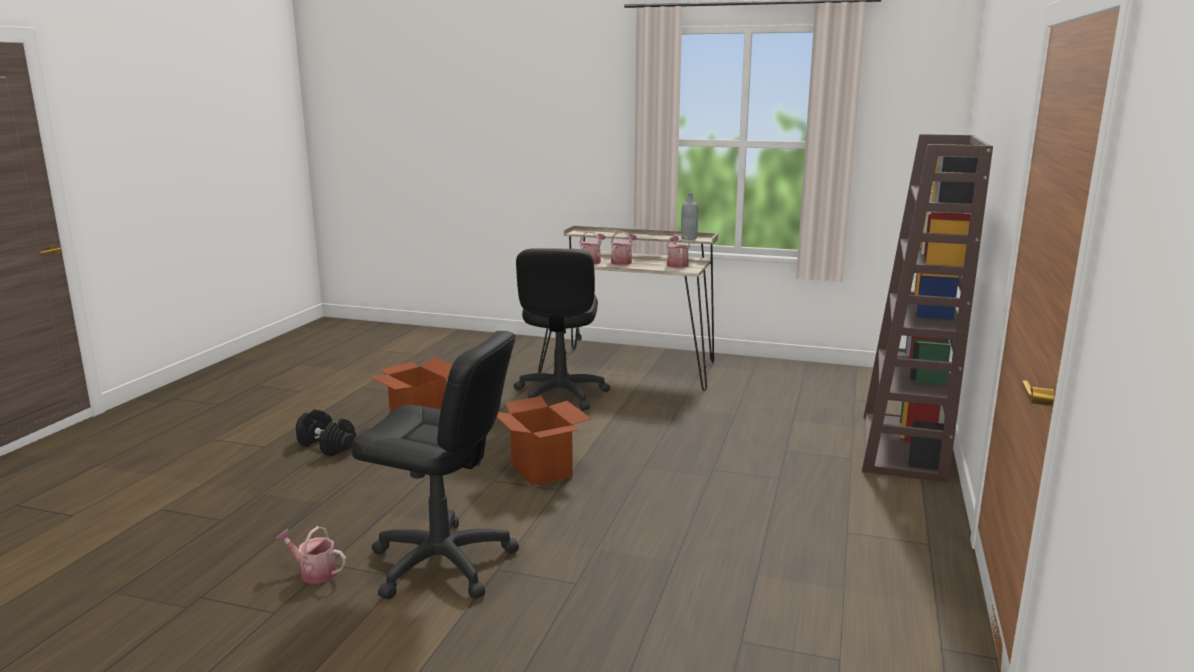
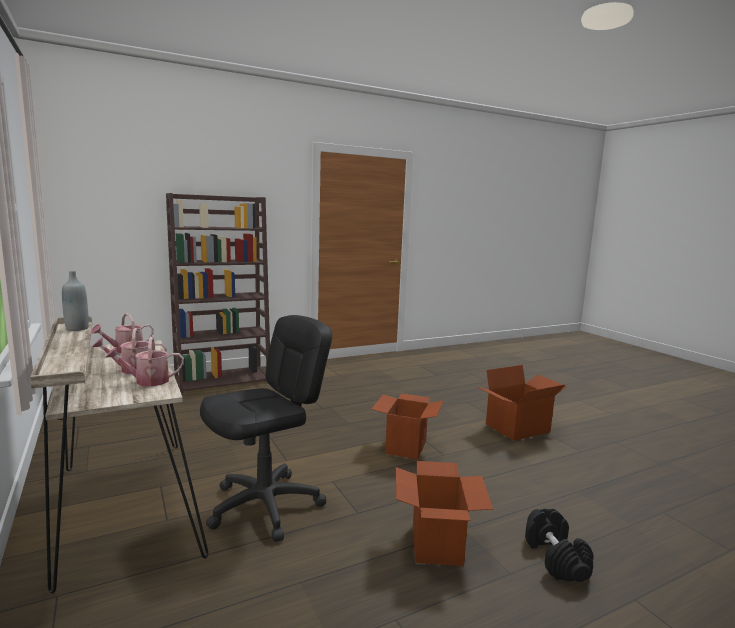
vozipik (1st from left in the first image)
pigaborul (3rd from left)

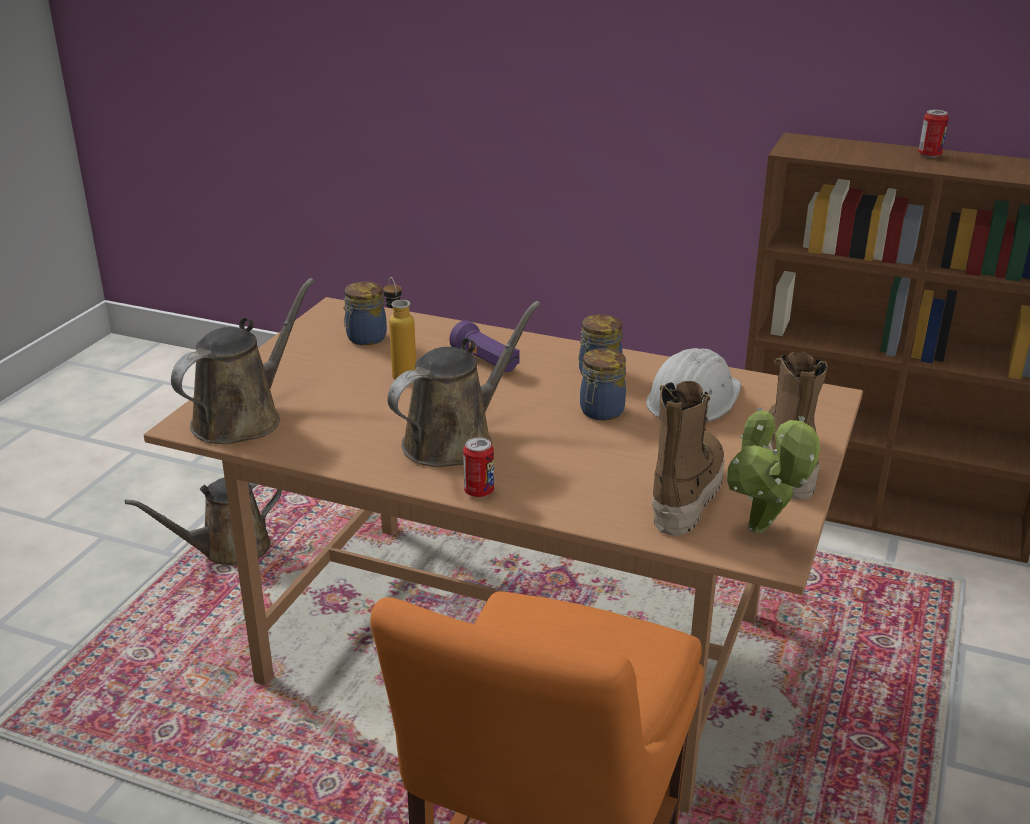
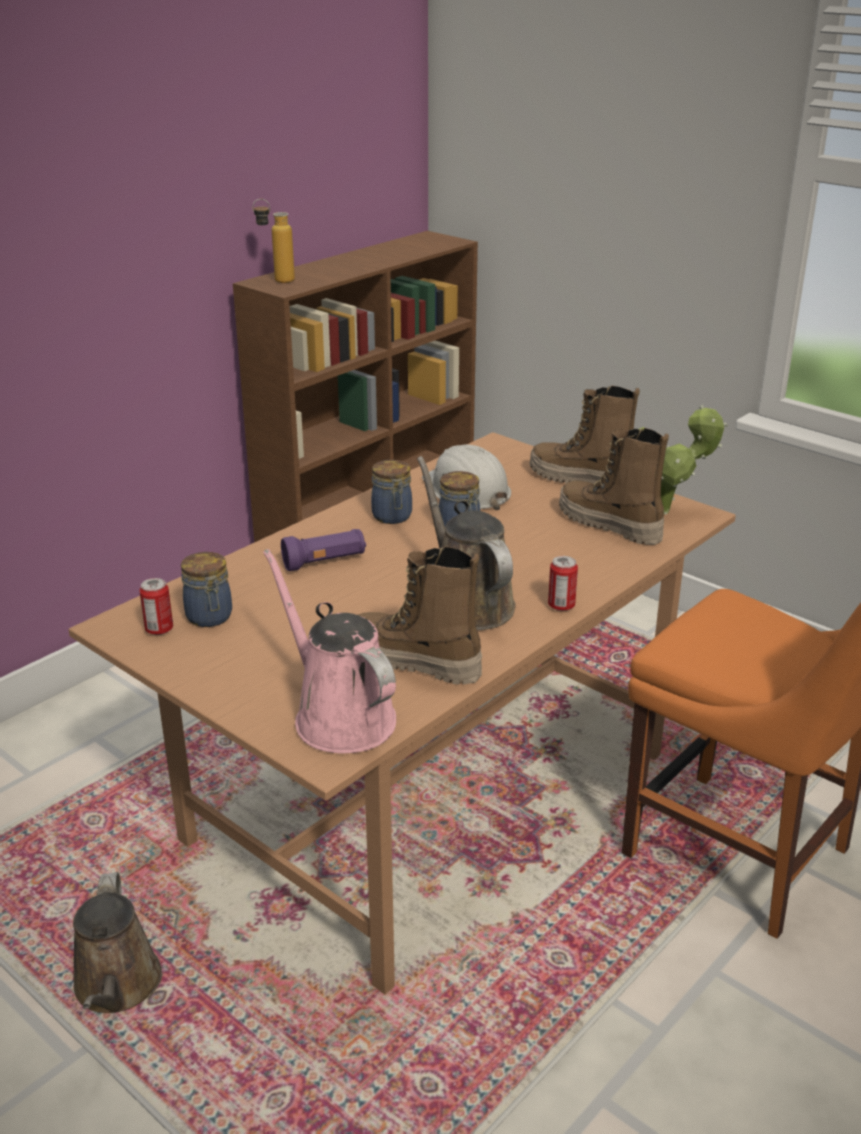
vozipik (pink)
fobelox
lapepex (1st from left)
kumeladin (1st from left)

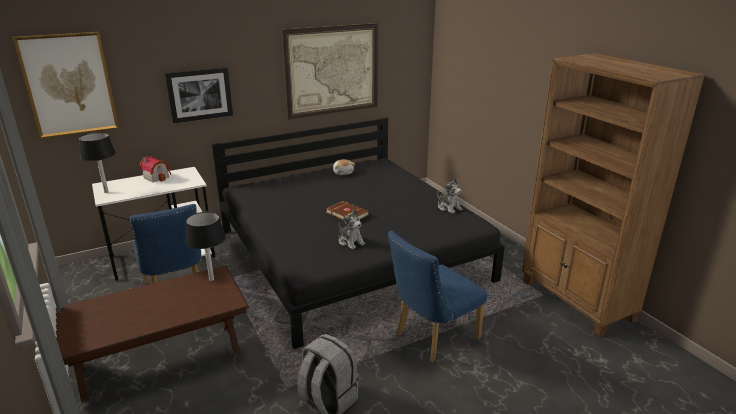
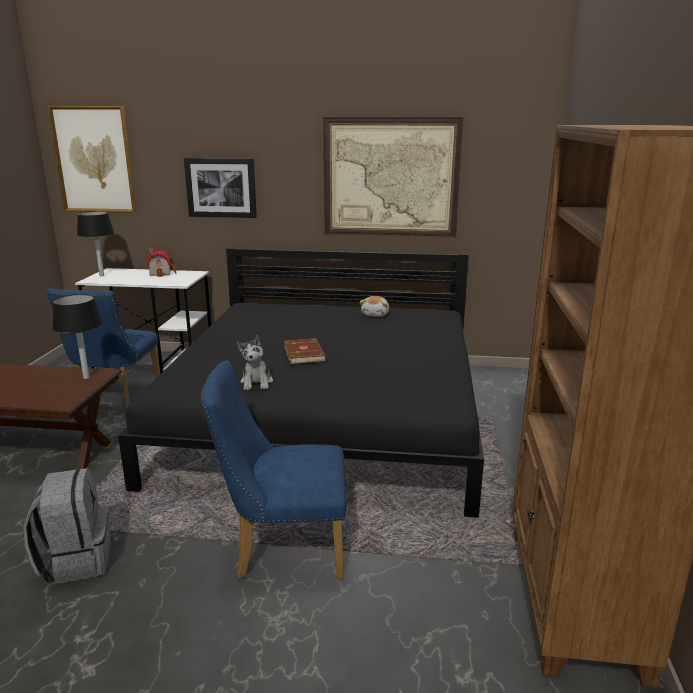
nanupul (3rd from left in the first image)

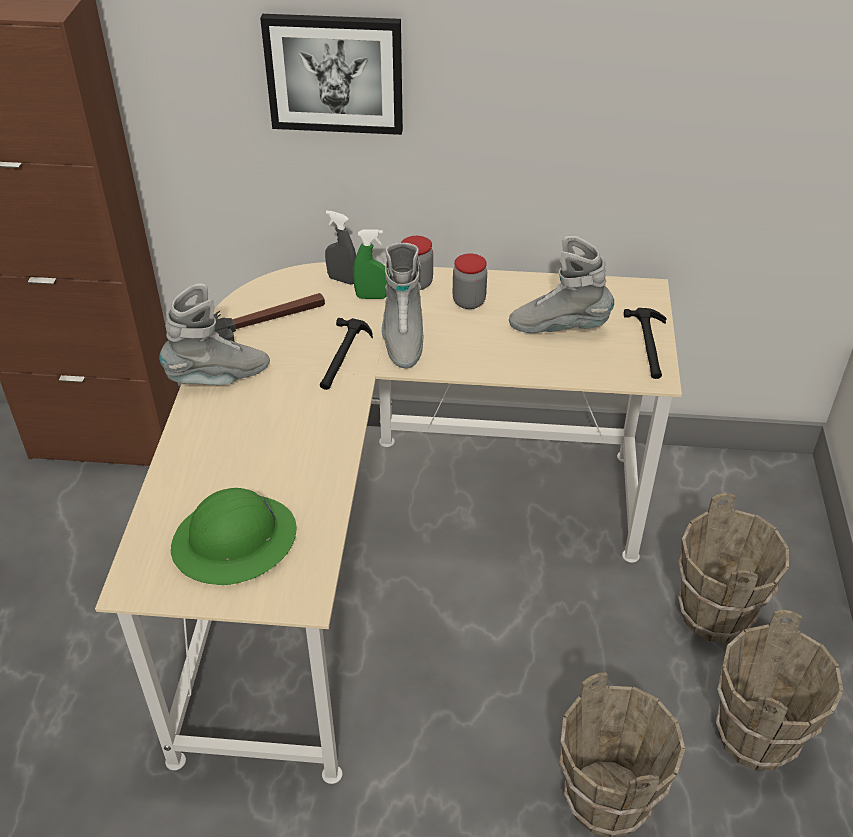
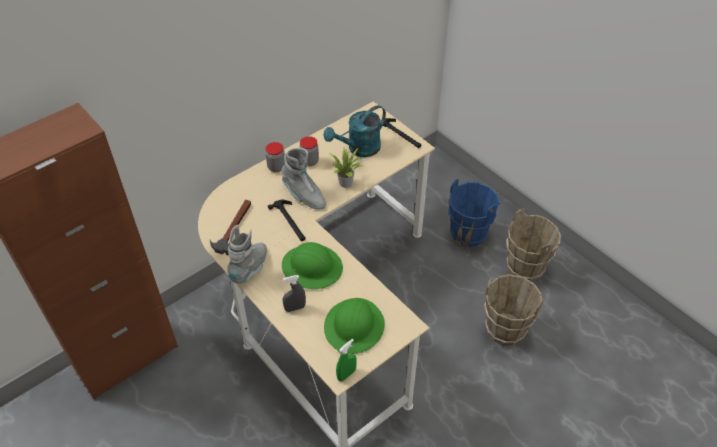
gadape
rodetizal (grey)
rodetizal (green)
vozipik (turquoise)
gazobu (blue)
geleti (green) (1st from left)
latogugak

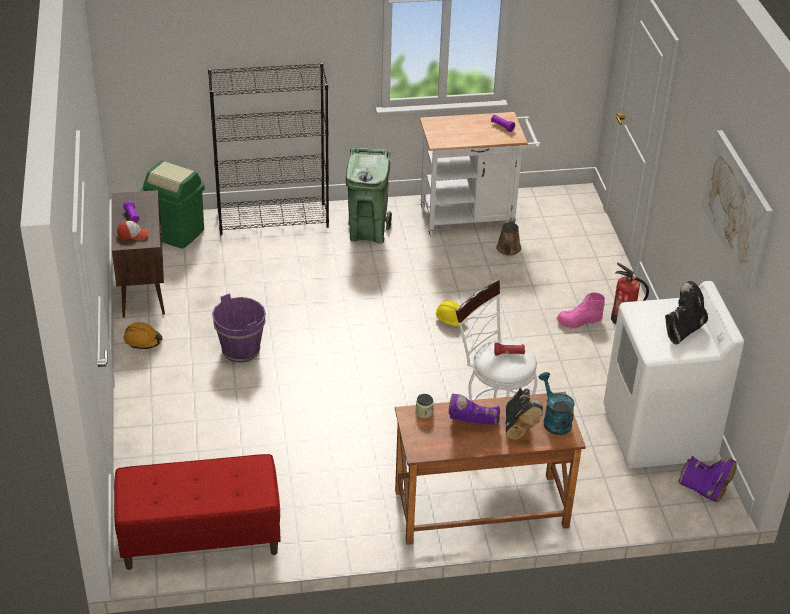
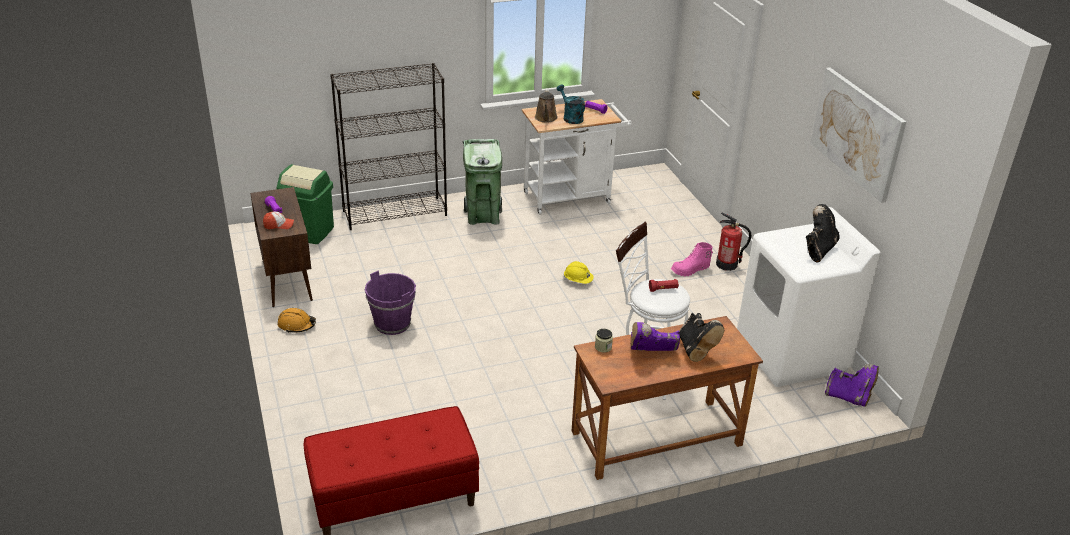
vozipik (brown)
vozipik (turquoise)

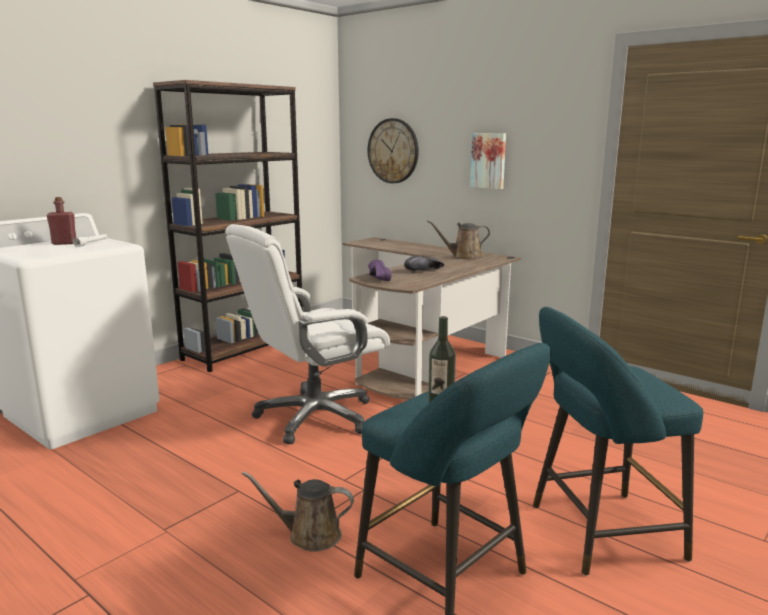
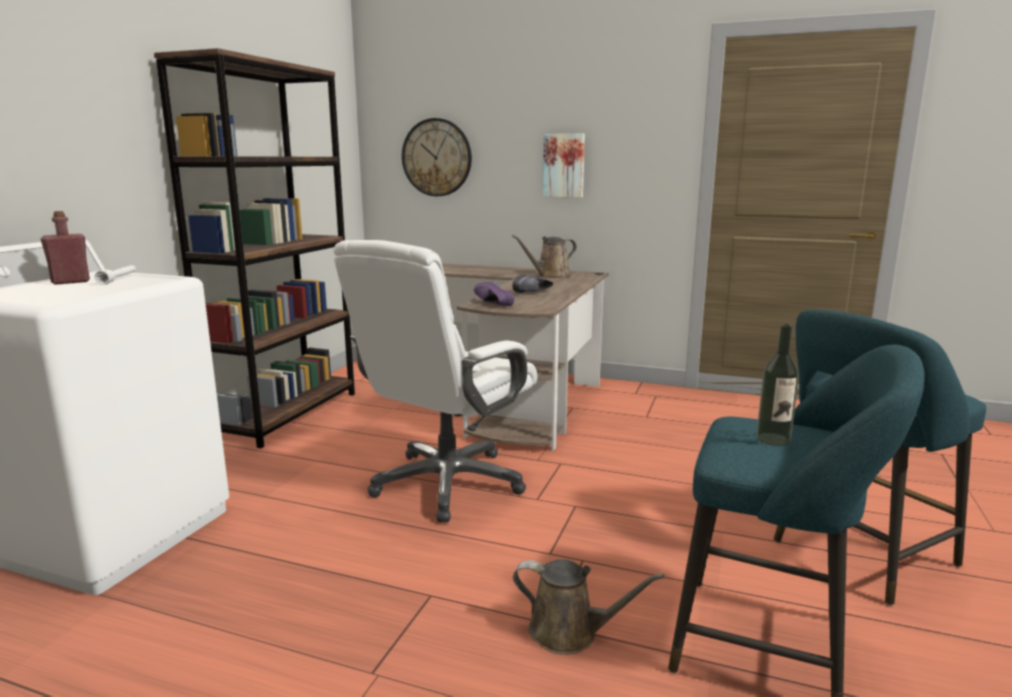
vozipik (brown) (2nd from left)

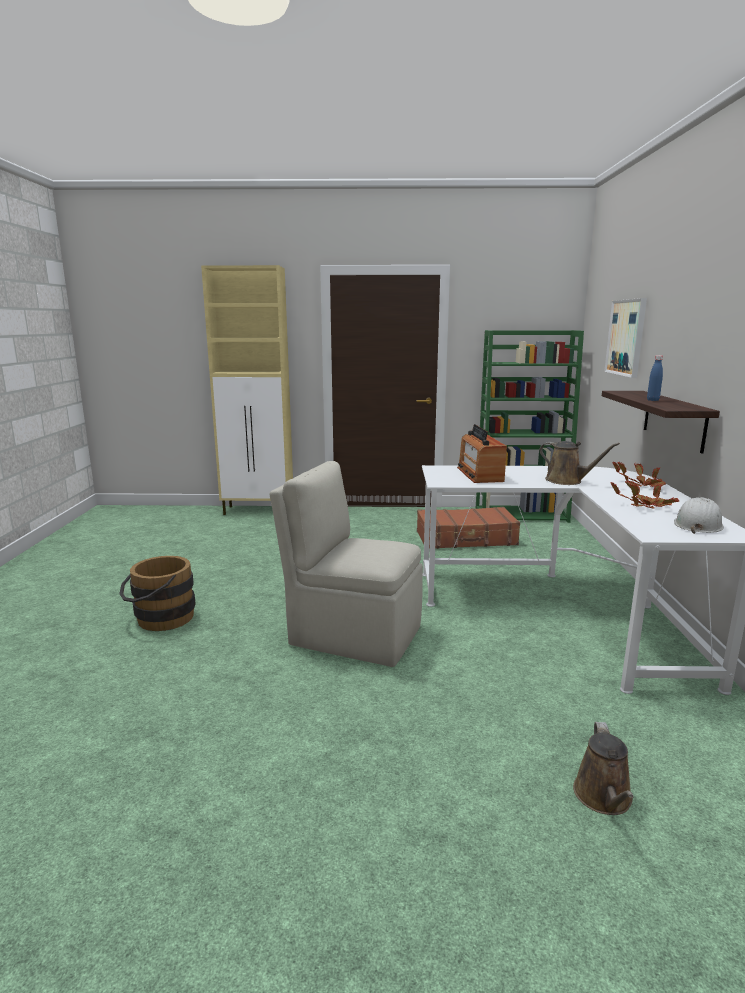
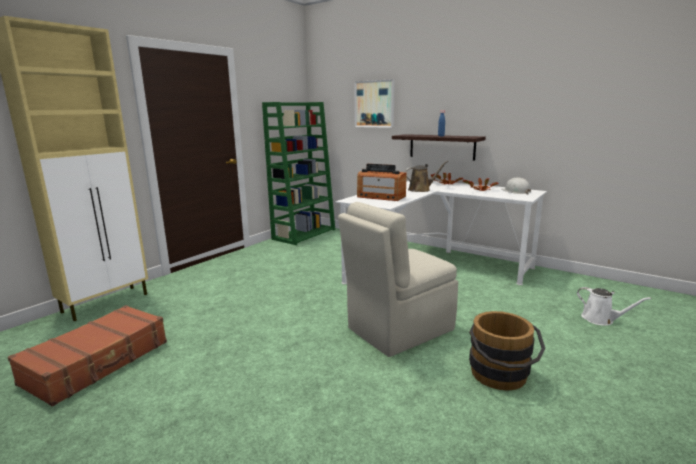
gazobu (brown)
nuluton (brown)
vozipik (white)

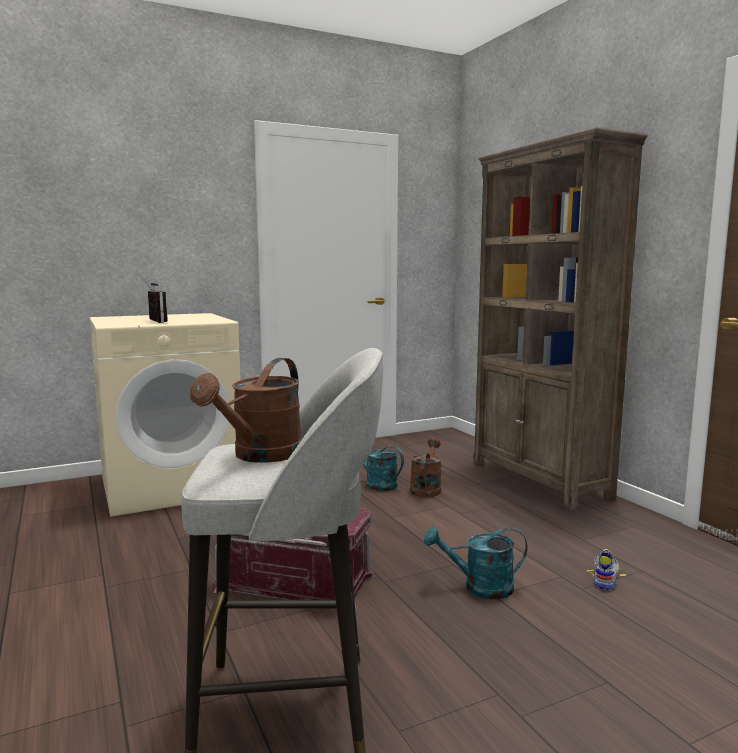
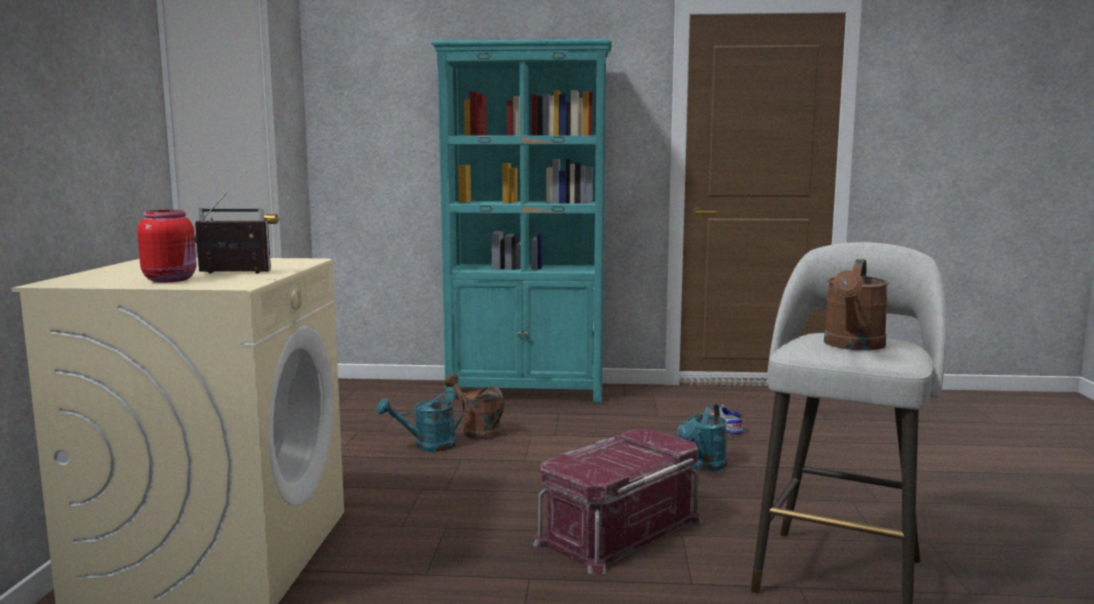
vozipik (brown) (2nd from left)
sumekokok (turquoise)
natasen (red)

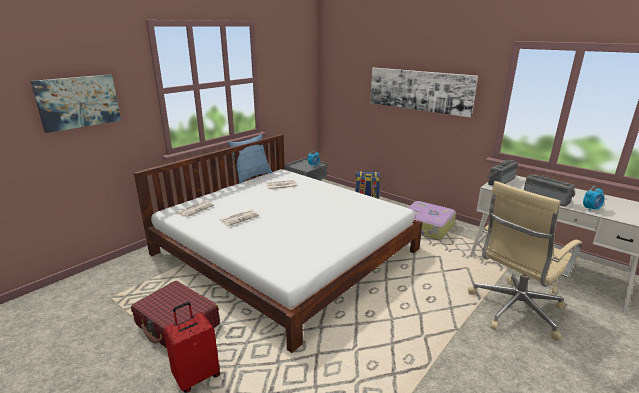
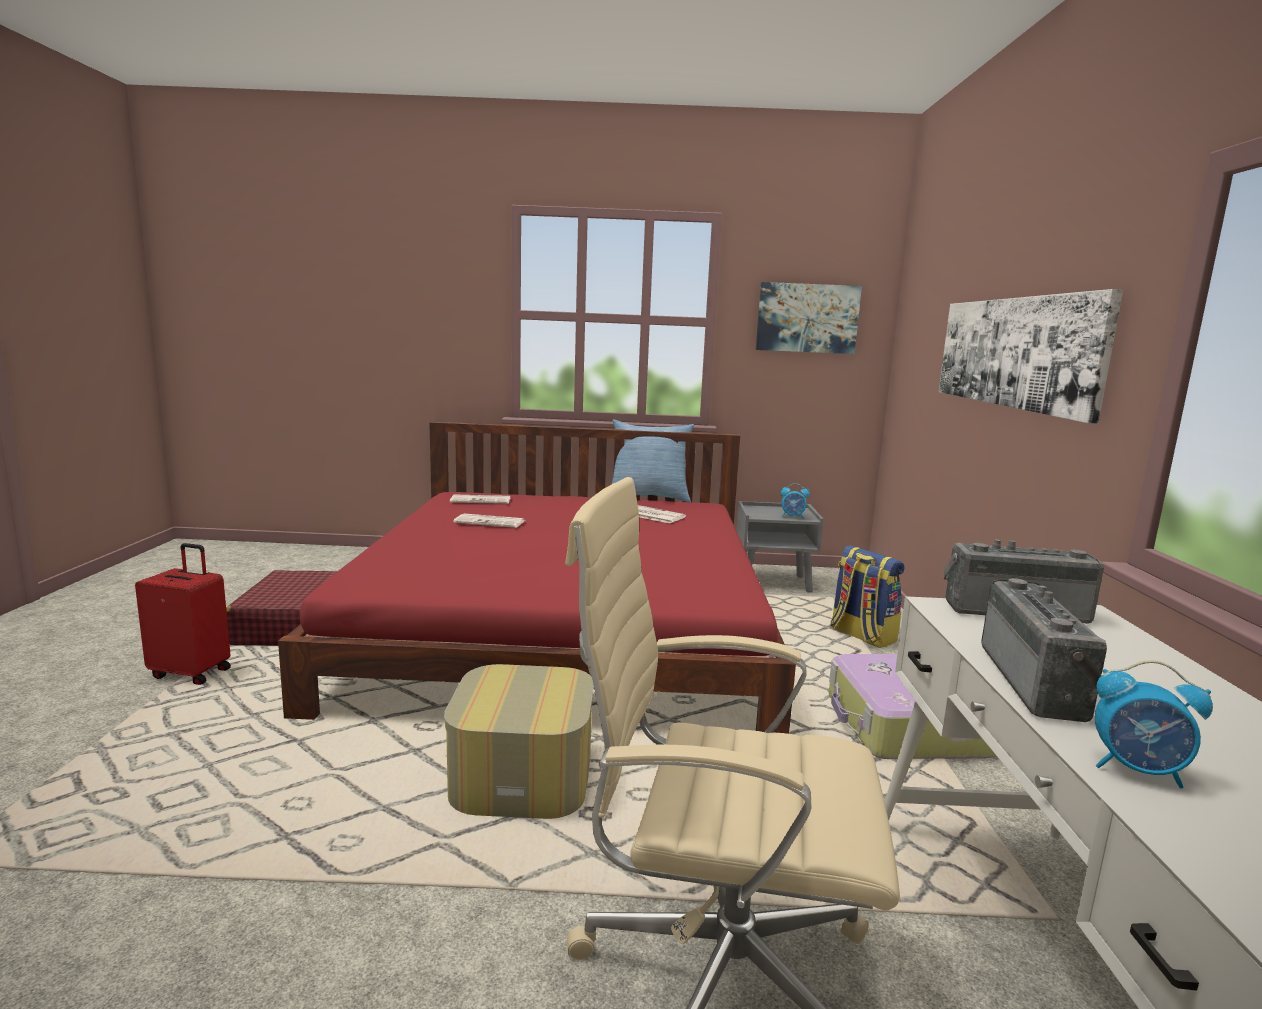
gadape (1st from left)
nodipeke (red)
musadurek

